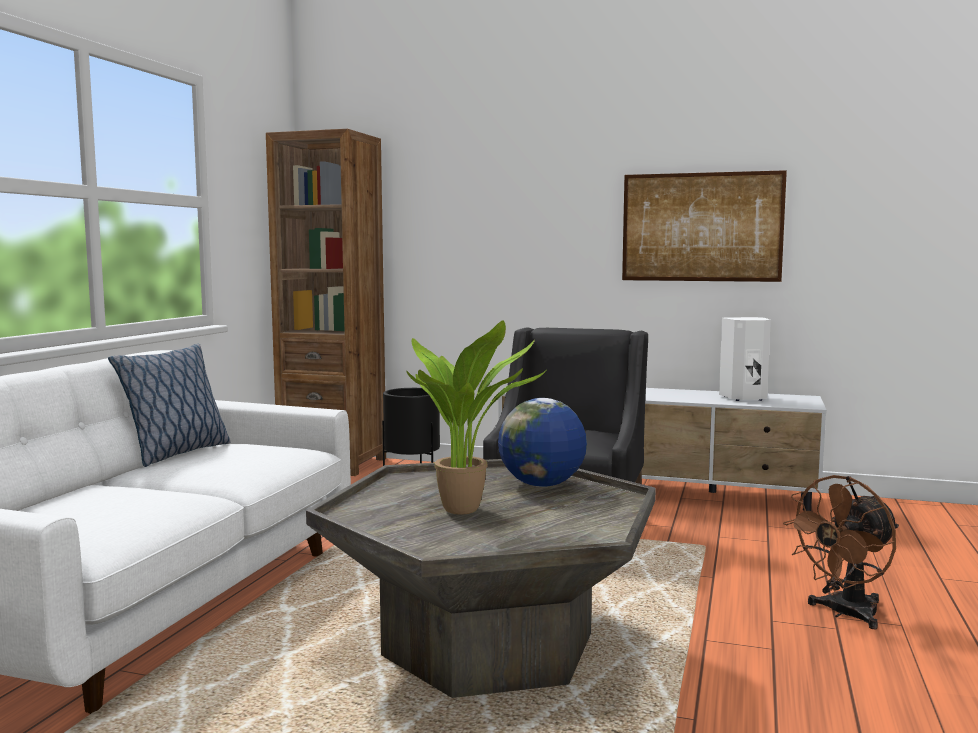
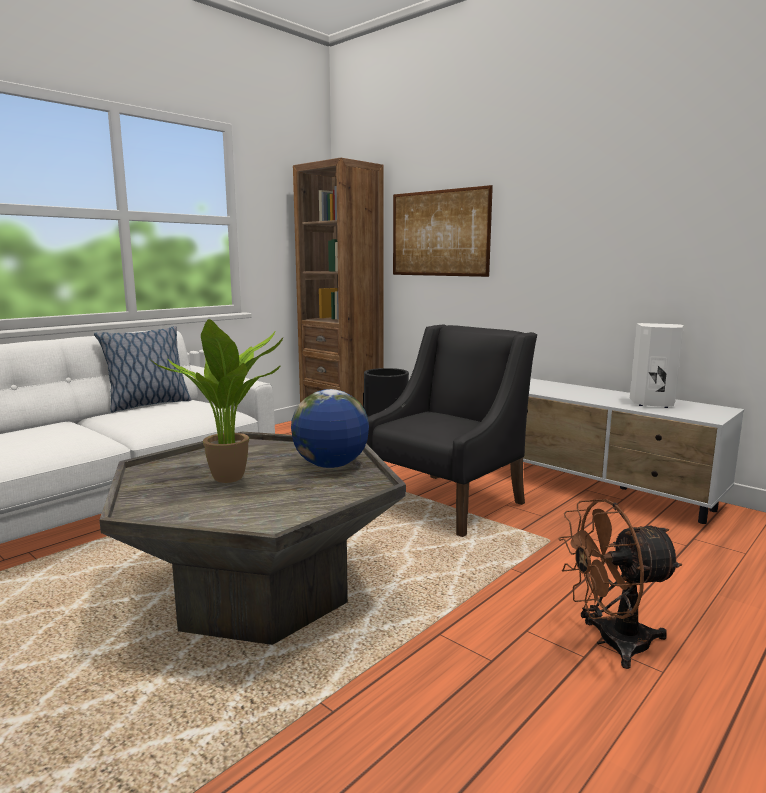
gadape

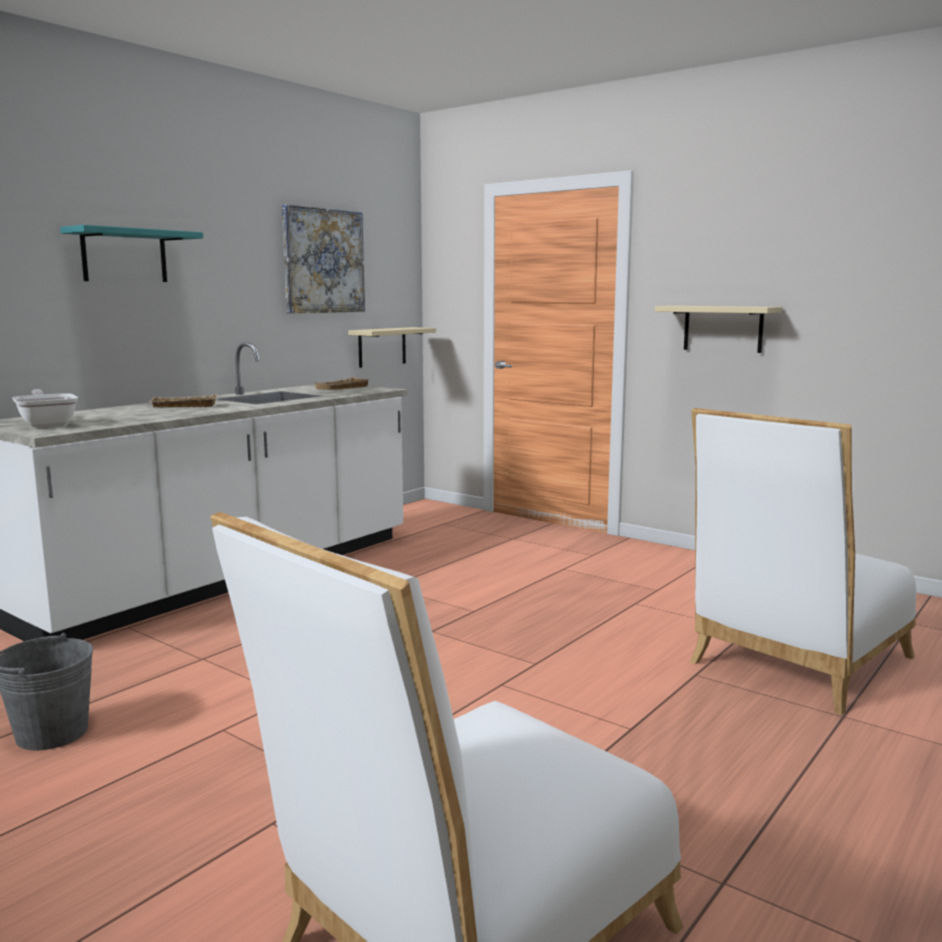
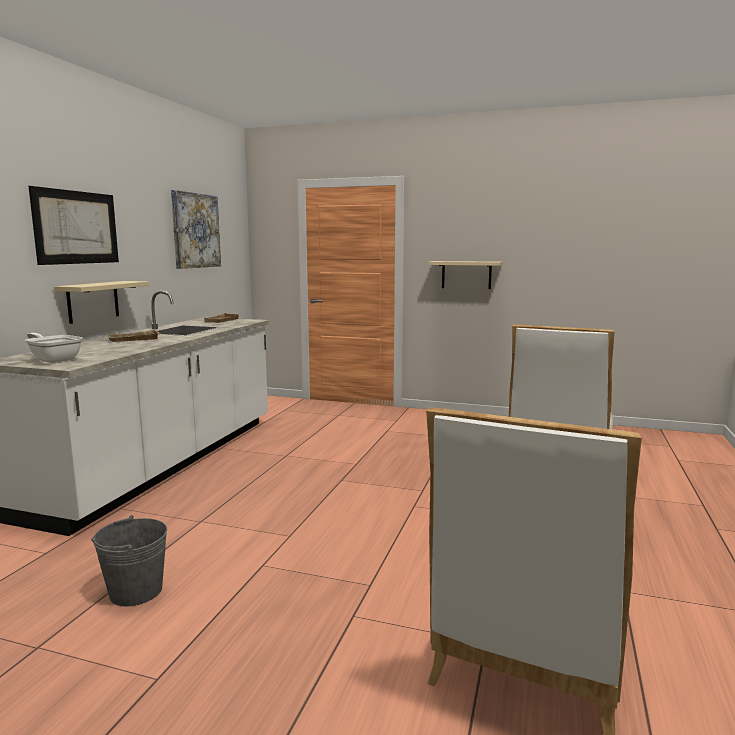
gadape (1st from left)
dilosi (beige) (1st from left)

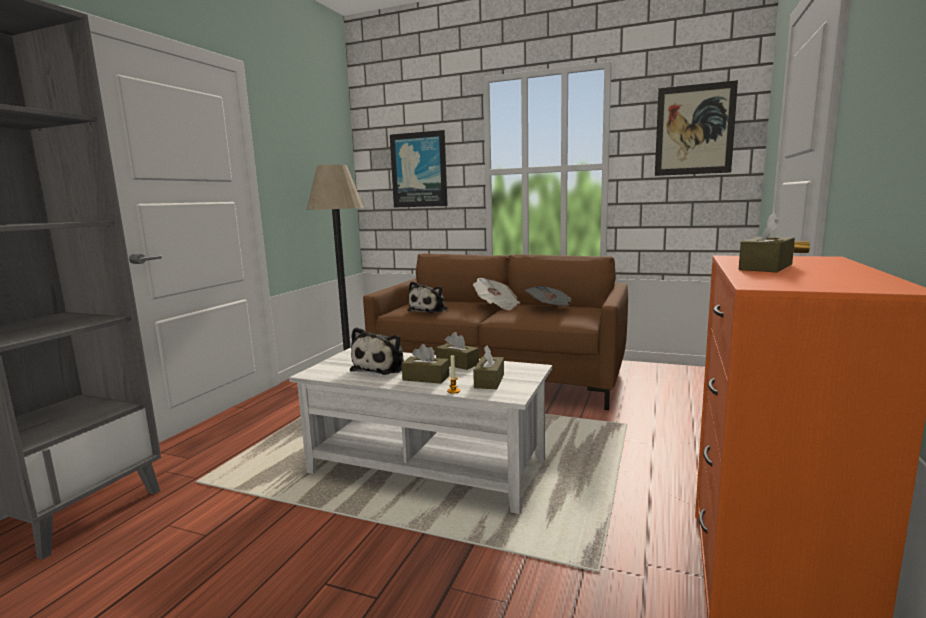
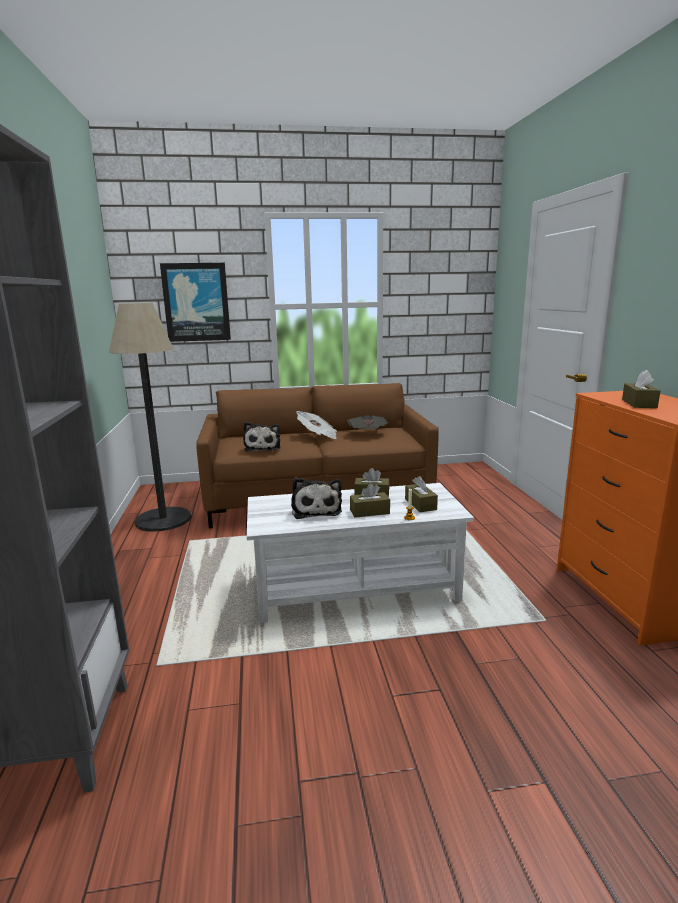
gadape (2nd from left in the first image)

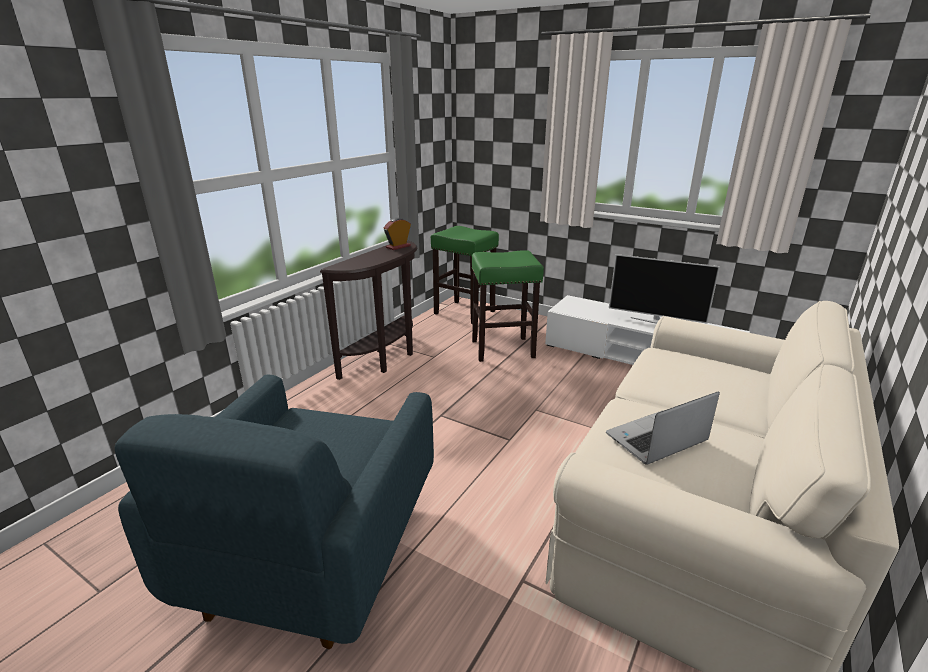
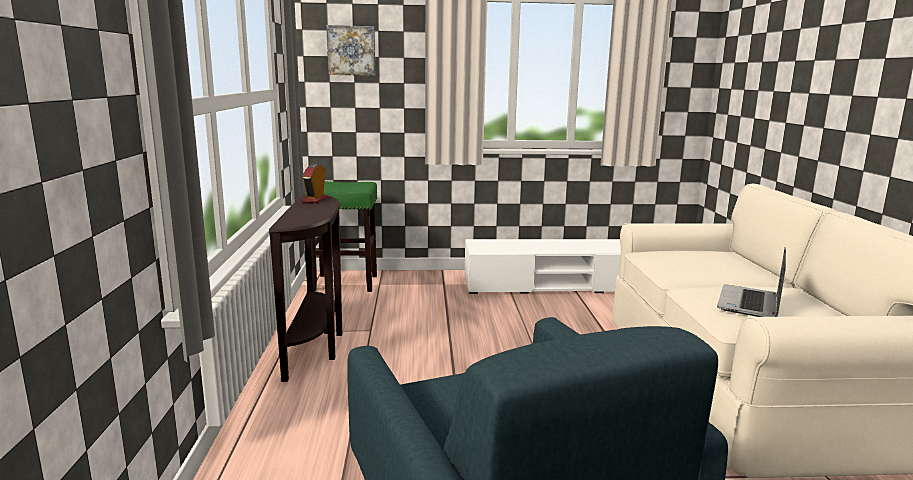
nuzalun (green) (2nd from left in the first image)
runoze
gadape

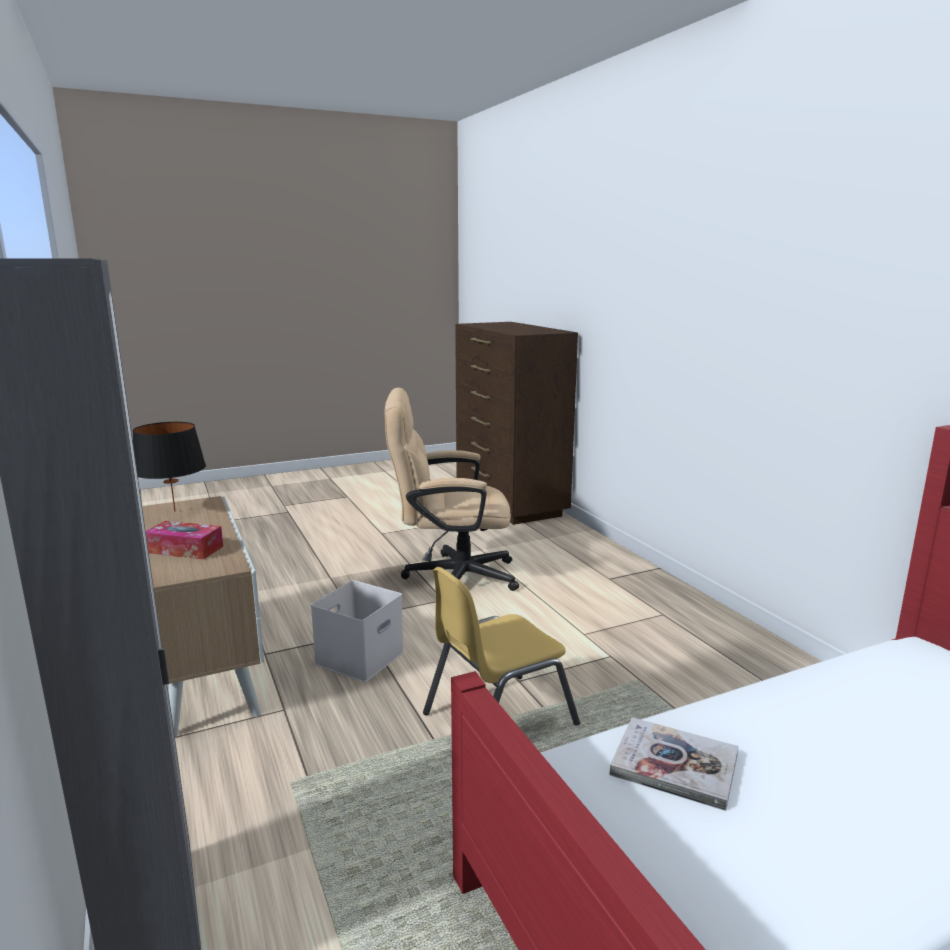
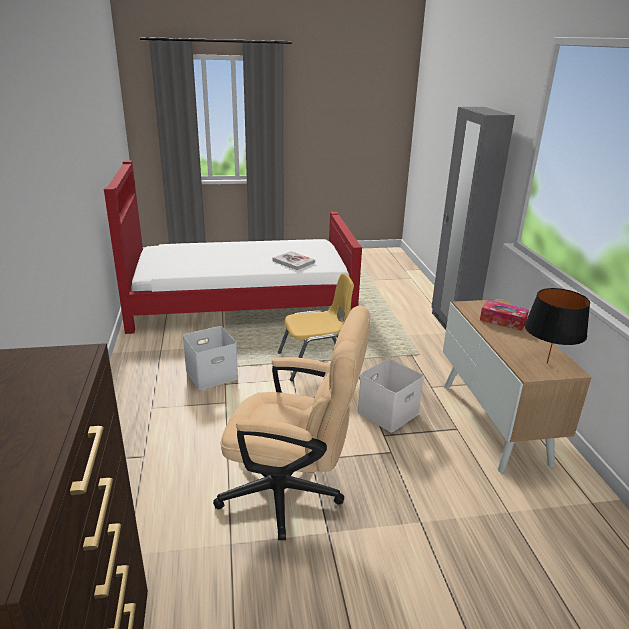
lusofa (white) (1st from left)

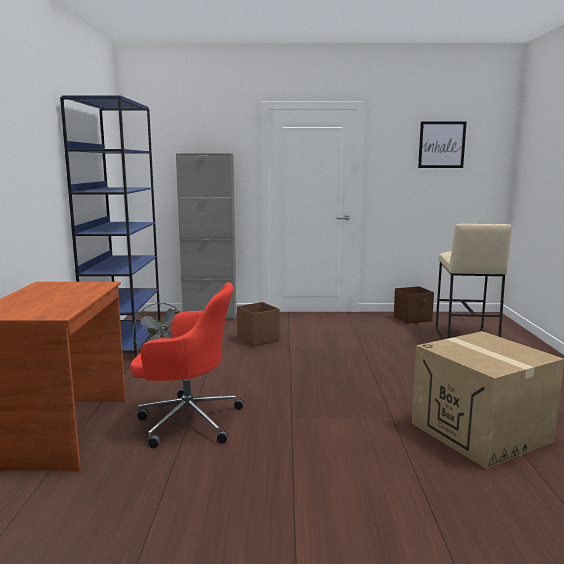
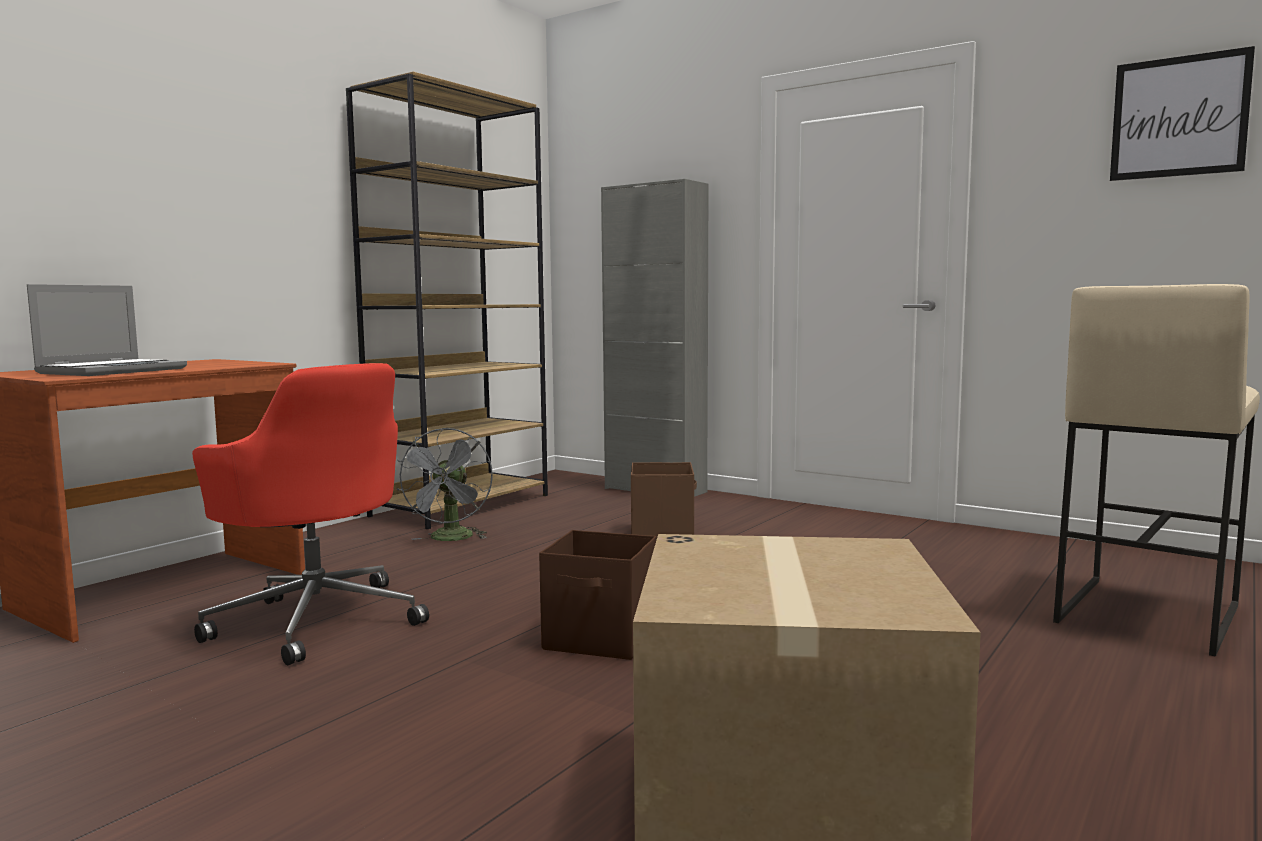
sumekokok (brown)
lusofa (brown) (1st from left)
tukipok

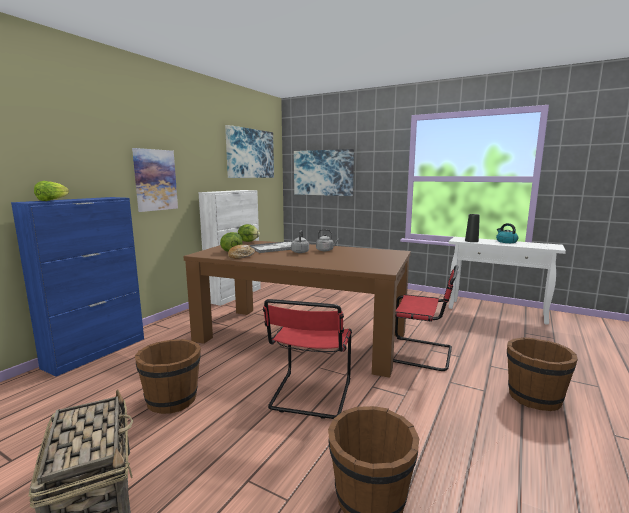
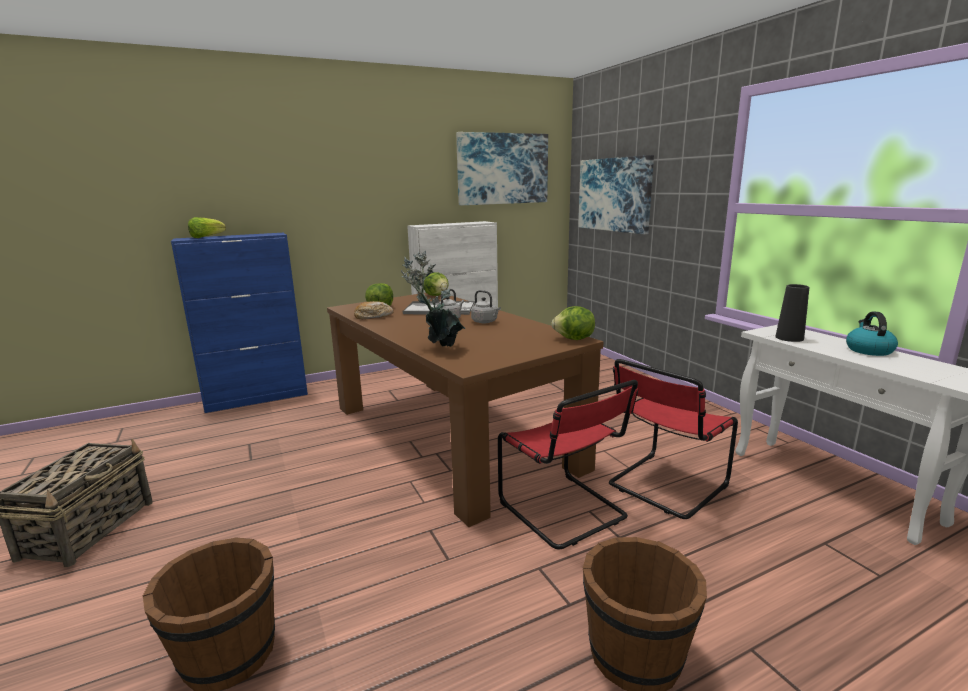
gadape (1st from left in the first image)
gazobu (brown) (1st from left in the first image)
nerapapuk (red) (2nd from left)
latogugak
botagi (4th from left)

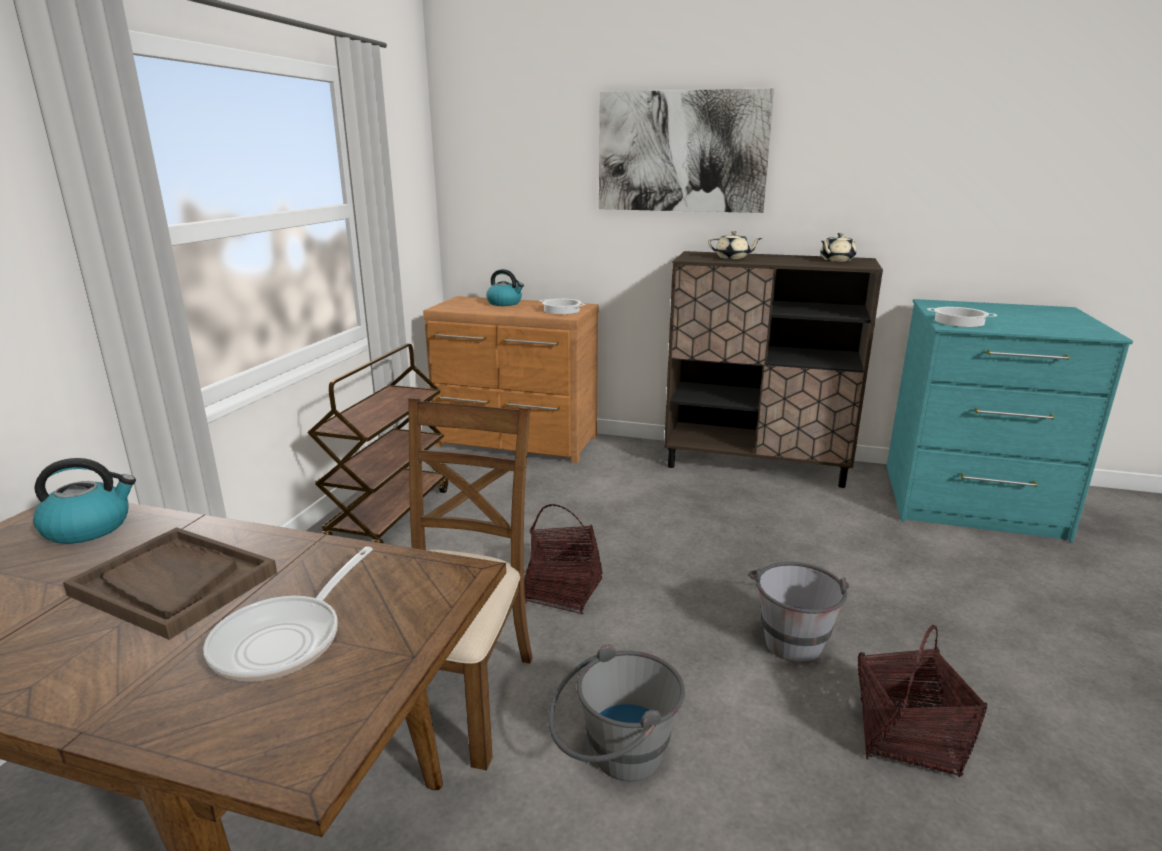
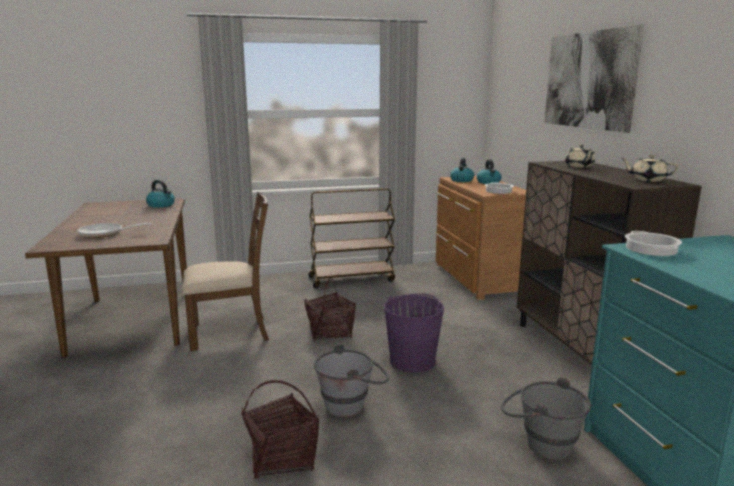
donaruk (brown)
gazobu (grey) (2nd from left)
gazobu (purple)
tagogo (2nd from left)

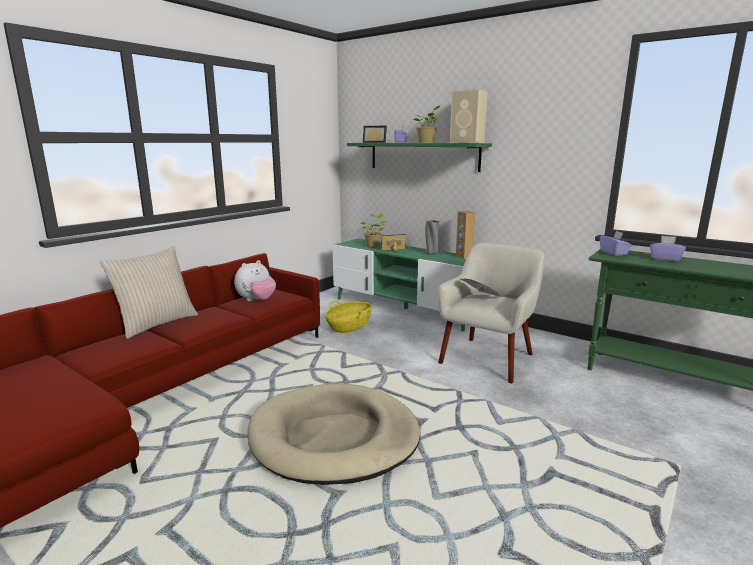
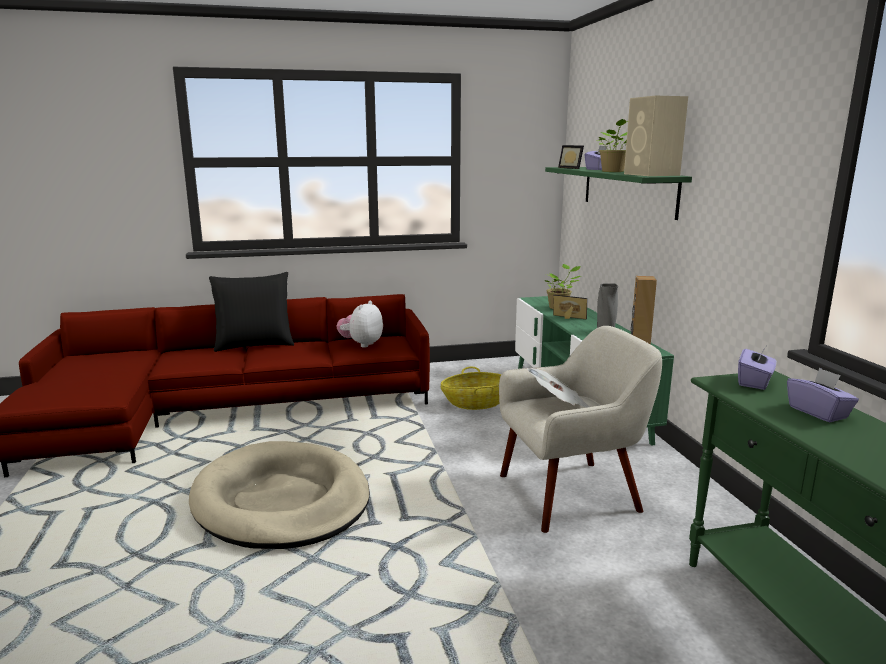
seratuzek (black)
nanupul

